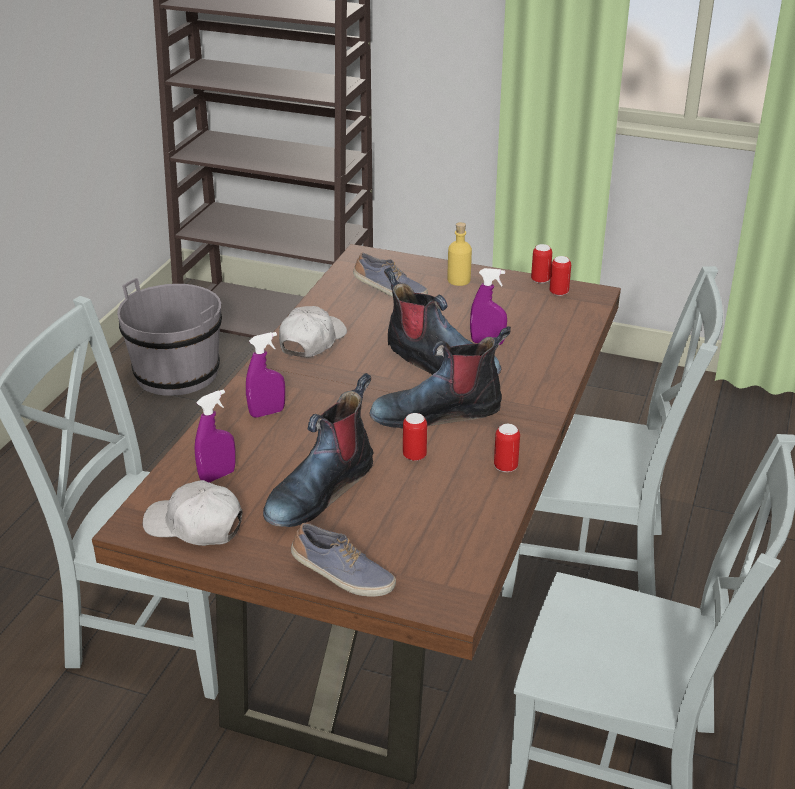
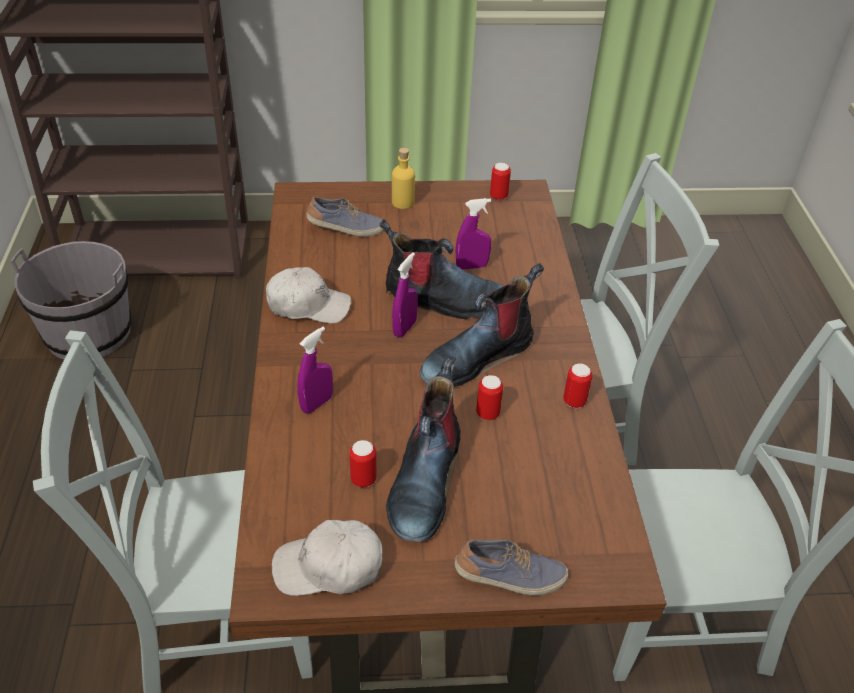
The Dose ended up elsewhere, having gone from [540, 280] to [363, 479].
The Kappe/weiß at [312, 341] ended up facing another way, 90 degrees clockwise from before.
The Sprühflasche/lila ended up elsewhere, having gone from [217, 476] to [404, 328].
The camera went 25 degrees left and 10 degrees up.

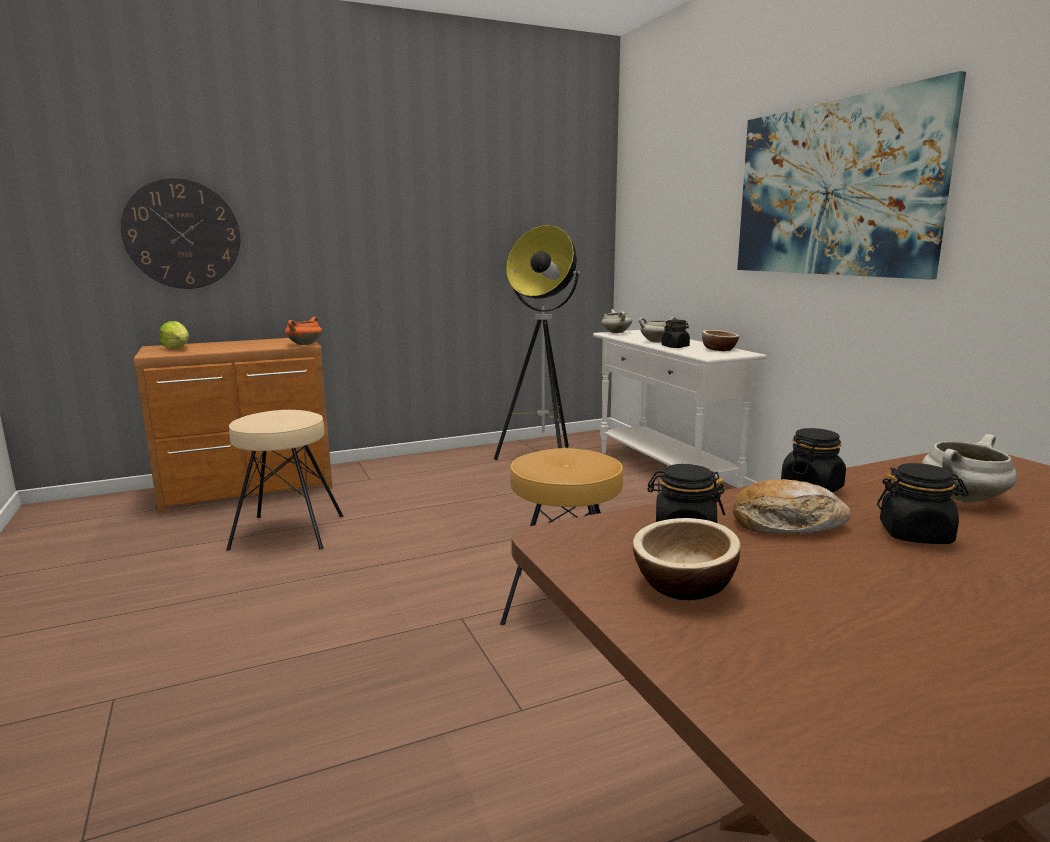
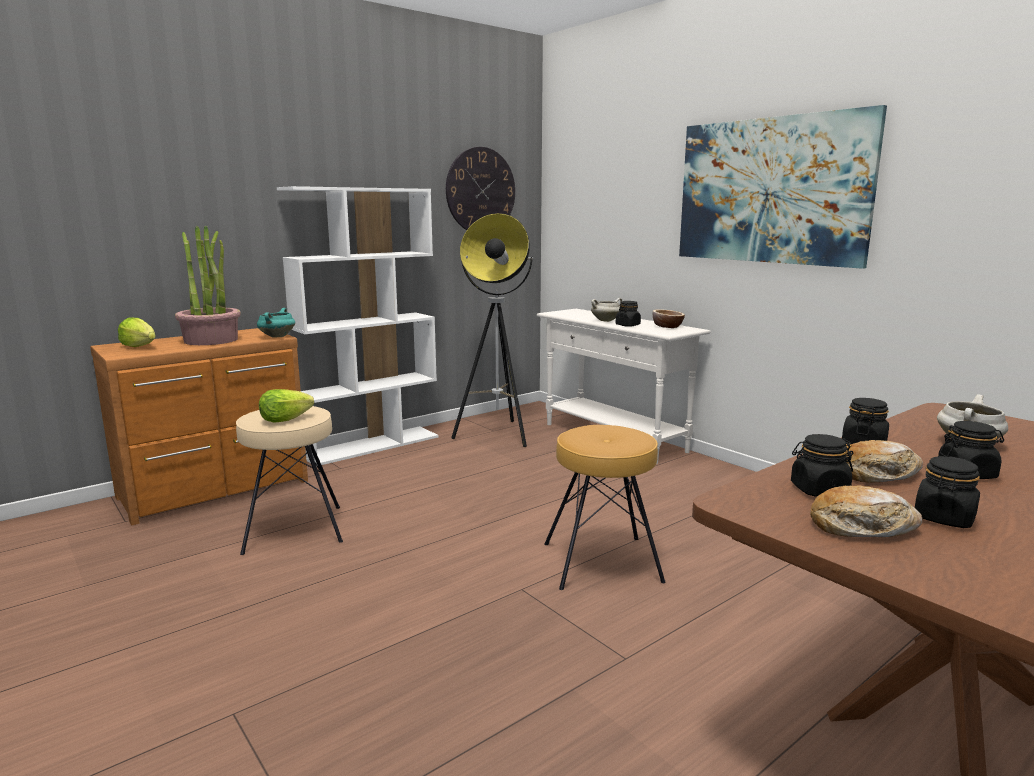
The Wanduhr ended up elsewhere, having gone from [182, 234] to [480, 191].
The second view lost the Kochtopf/weiß at [615, 333].
What was the Kochtopf/orange at [304, 344] turned into the Kochtopf/türkis at [277, 336].
Where the Schüssel stood at [684, 584], the Brot came to stand at [861, 527].
The second view gained the Bücherregal/weiß at [371, 445].
The second view gained the Topfpflanze at [211, 340].
The second view gained the Salatkopf at [284, 420].
The second view gained the Vorratsglas/schwarz at [944, 518].
The camera went 15 degrees left and 0 degrees up.

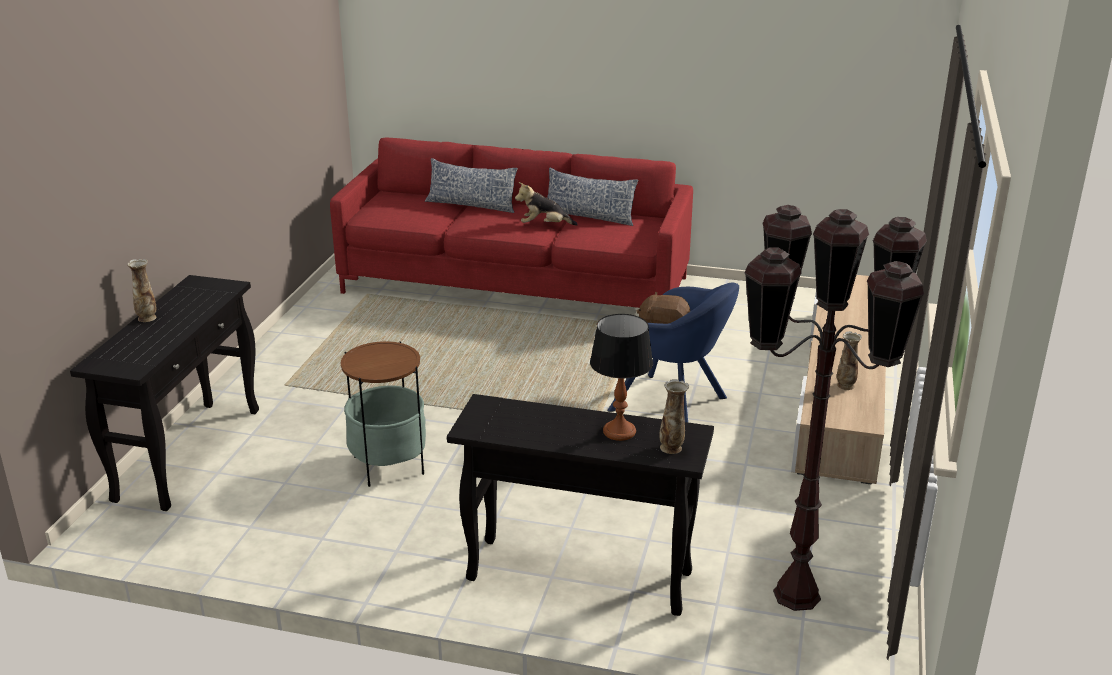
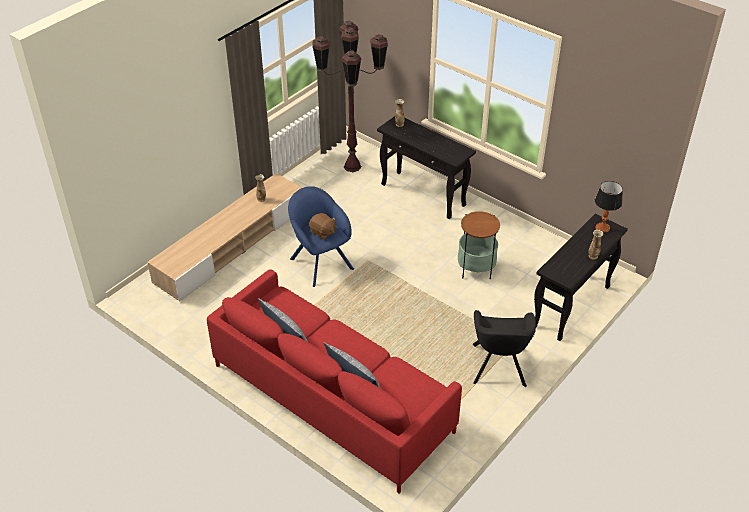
The second view lost the Plüschtier at [544, 225].
The Tischlampe ended up elsewhere, having gone from [619, 431] to [602, 228].
The second view gained the Sessel/schwarz at [498, 368].
The camera went 155 degrees left and 15 degrees up.

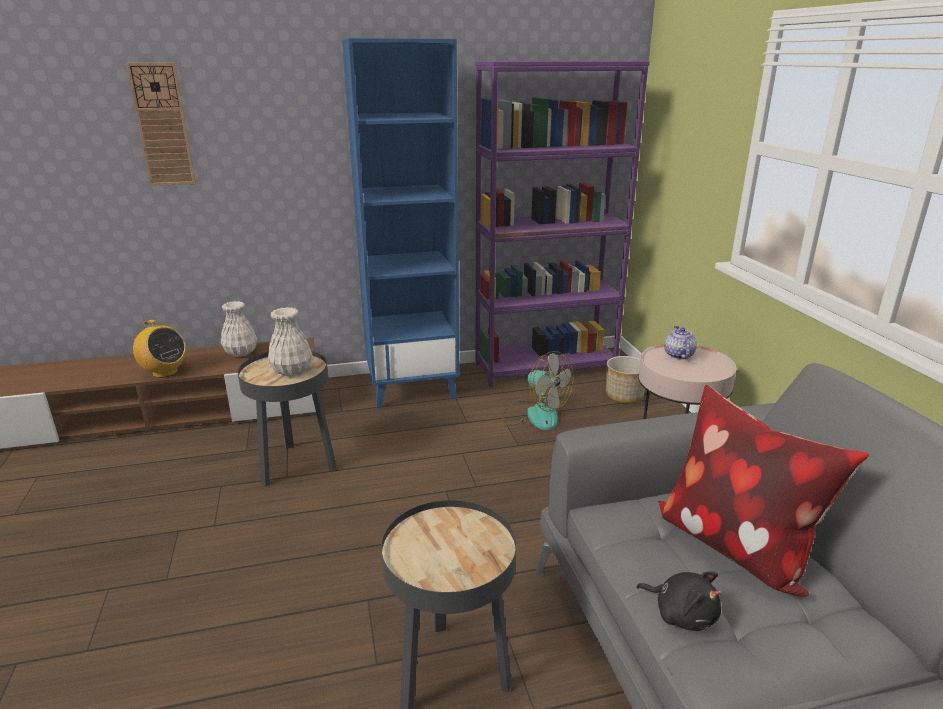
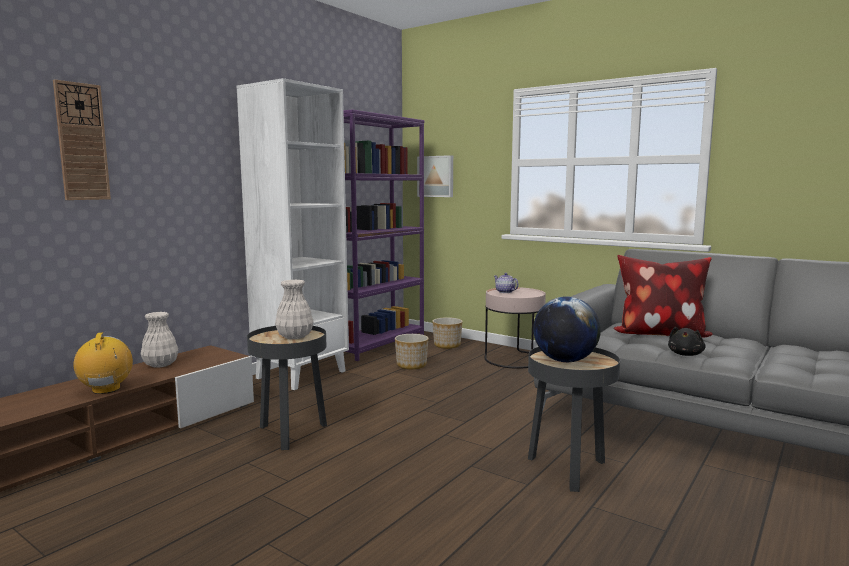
What was the Bücherregal/blau at [412, 387] turned into the Bücherregal/weiß at [301, 374].
The Radio at [164, 372] ended up facing another way, 105 degrees counterclockwise from before.
Where the Ventilator stood at [534, 414], the Pflanzkübel came to stand at [411, 365].
The Plüschtier/schwarz at [681, 614] ended up facing another way, 120 degrees clockwise from before.
The second view gained the Bild at [436, 176].
The second view gained the Globus at [565, 361].
The camera went 40 degrees left and 15 degrees down.

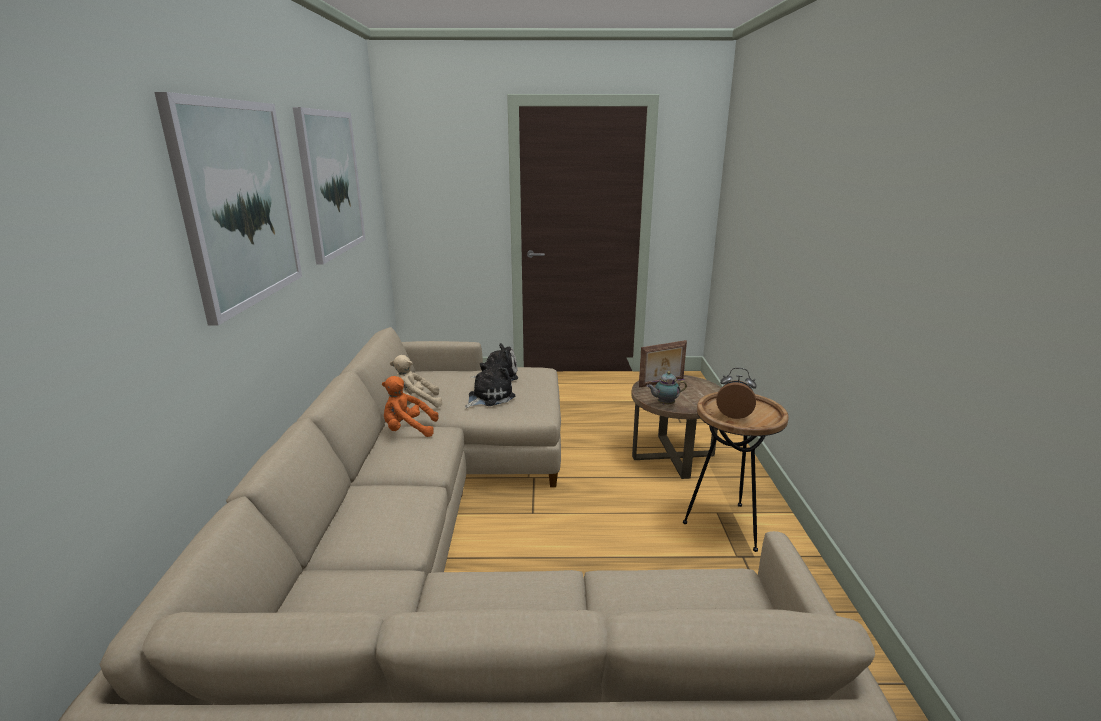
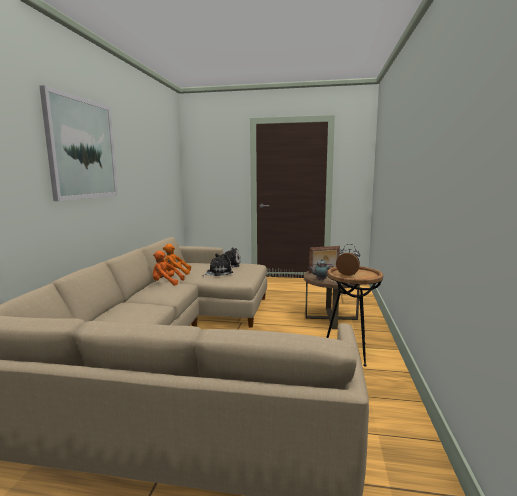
The second view lost the Bild at [331, 183].
What was the Plüschtier/beige at [415, 404] turned into the Plüschtier/orange at [175, 273].
The camera went 10 degrees right and 10 degrees down.

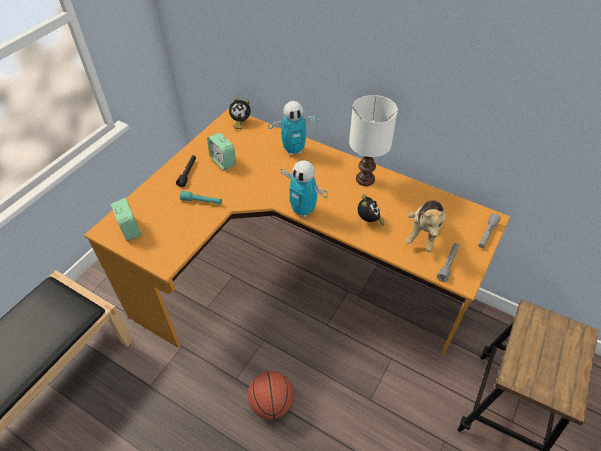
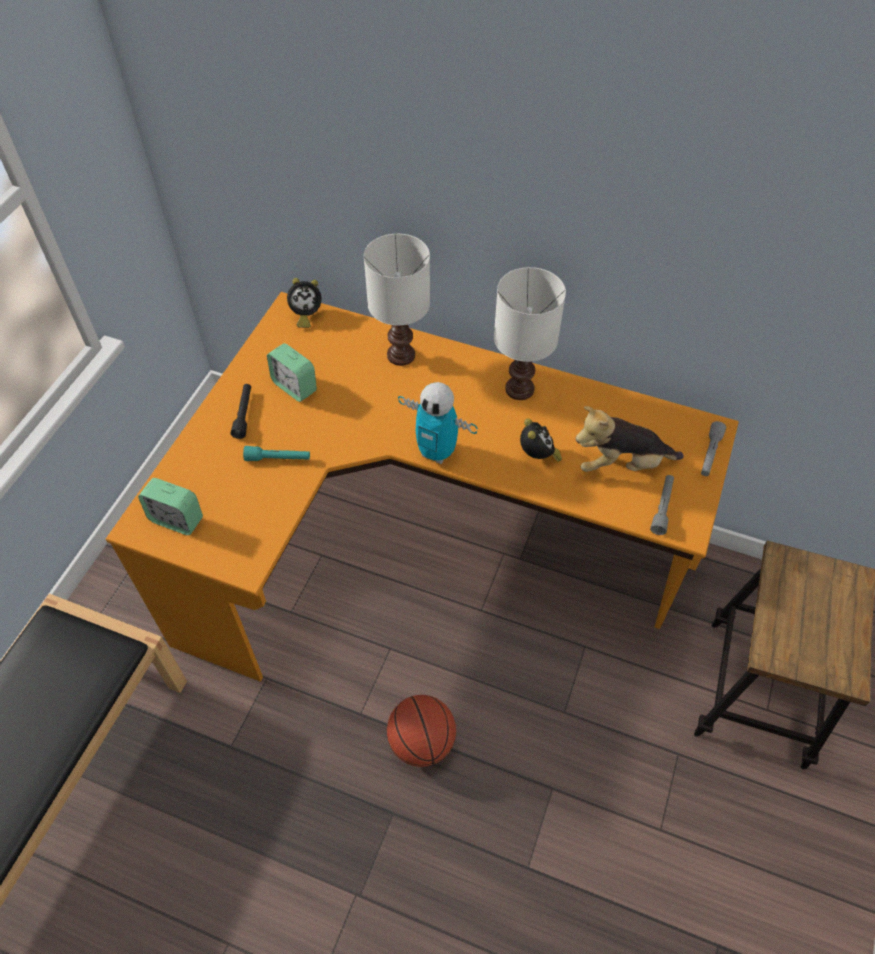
Where the Spielzeugroboter stood at [294, 150], the Tischlampe/weiß came to stand at [401, 354].
The Wecker at [130, 229] ended up facing another way, 150 degrees clockwise from before.
The Plüschtier at [424, 233] ended up facing another way, 75 degrees clockwise from before.
The camera went 10 degrees left and 5 degrees up.

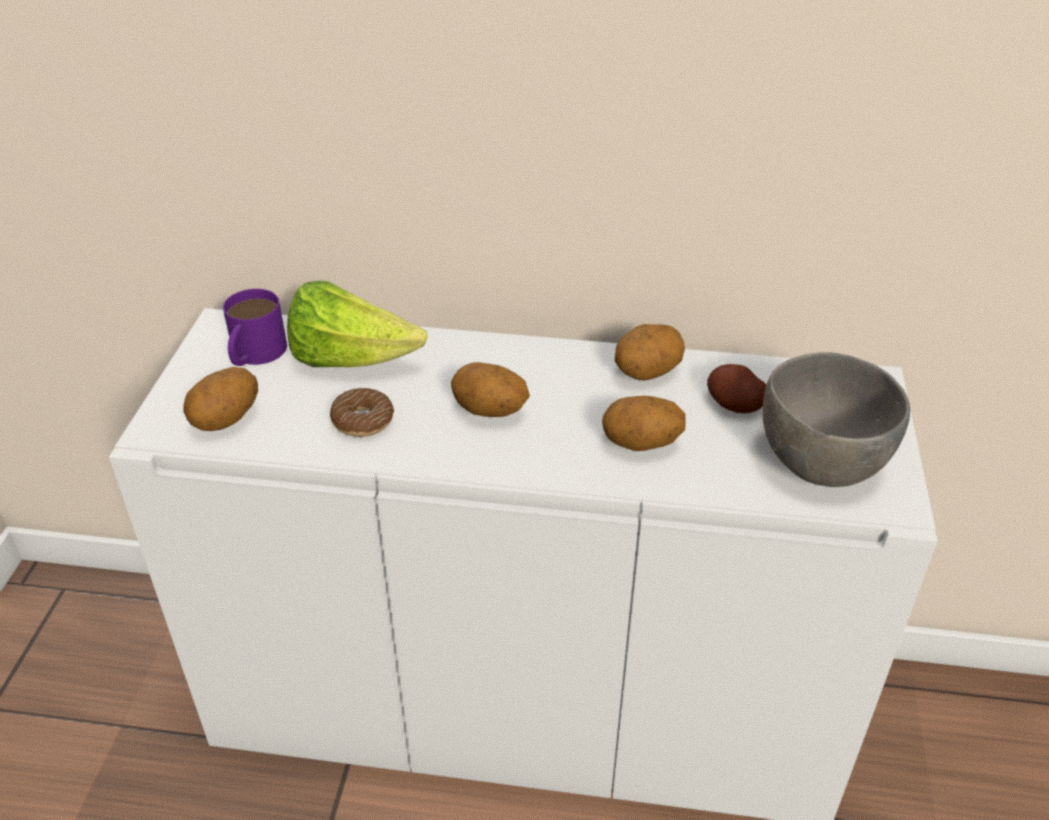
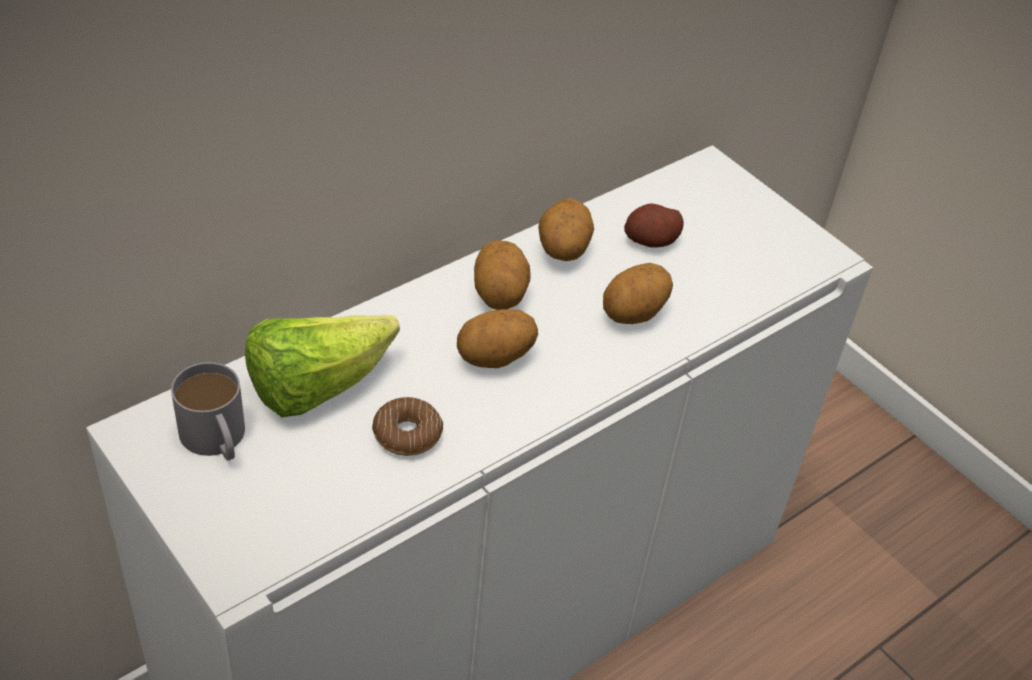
What was the Henkelbecher/lila at [254, 355] turned into the Henkelbecher/grau at [216, 440].
The second view lost the Schüssel/grau at [820, 463].
The Kartoffel ended up elsewhere, having gone from [227, 420] to [500, 295].
The camera went 50 degrees left and 5 degrees up.

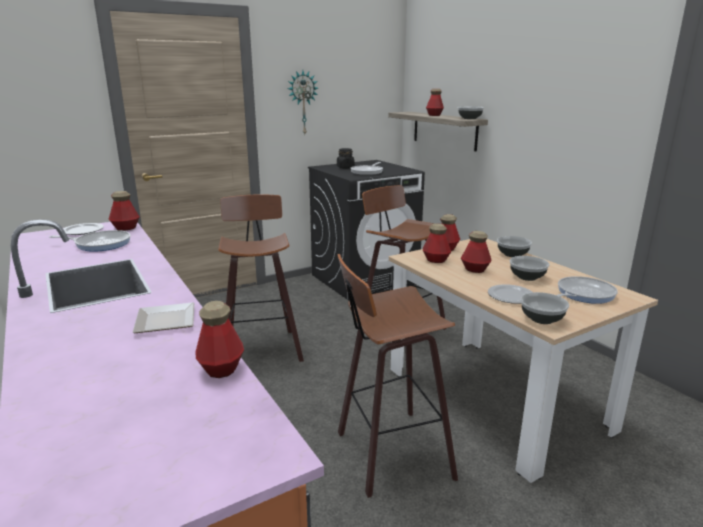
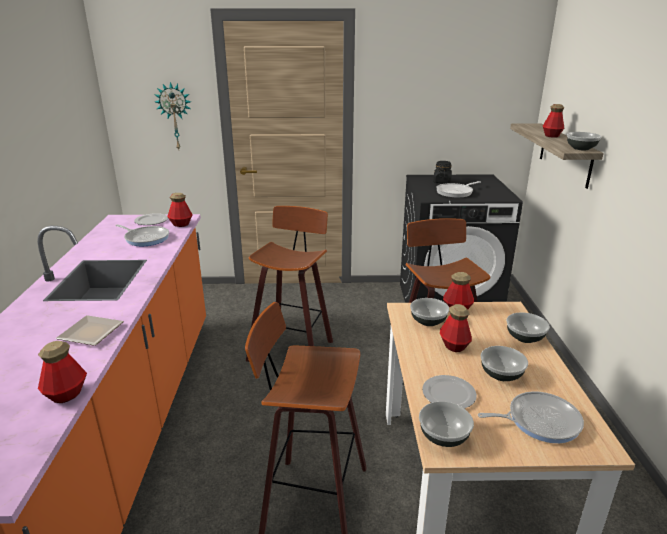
The Wanduhr ended up elsewhere, having gone from [302, 103] to [175, 116].
Where the Flasche stood at [436, 260], the Schüssel came to stand at [427, 321].
The camera went 30 degrees right and 5 degrees up.

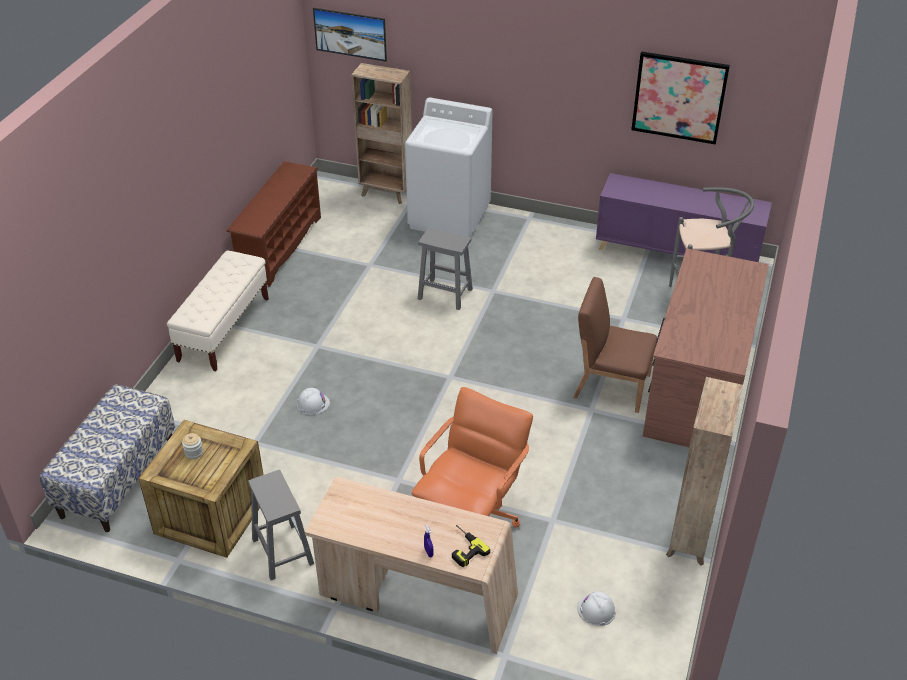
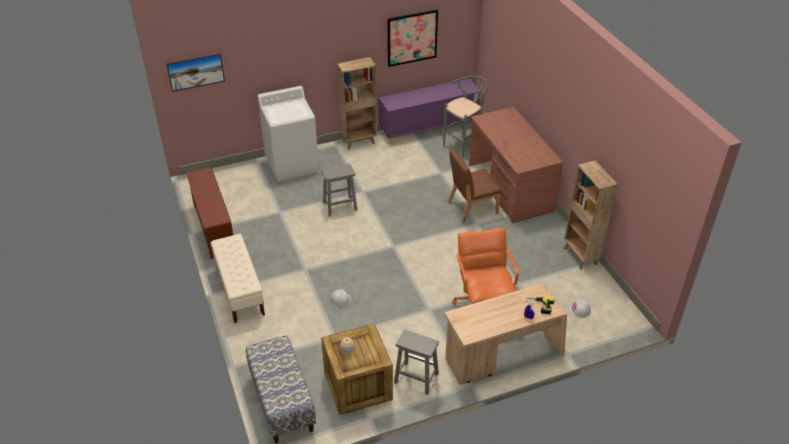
The Bücherregal/braun ended up elsewhere, having gone from [386, 193] to [359, 142].
The camera went 40 degrees left and 0 degrees up.

